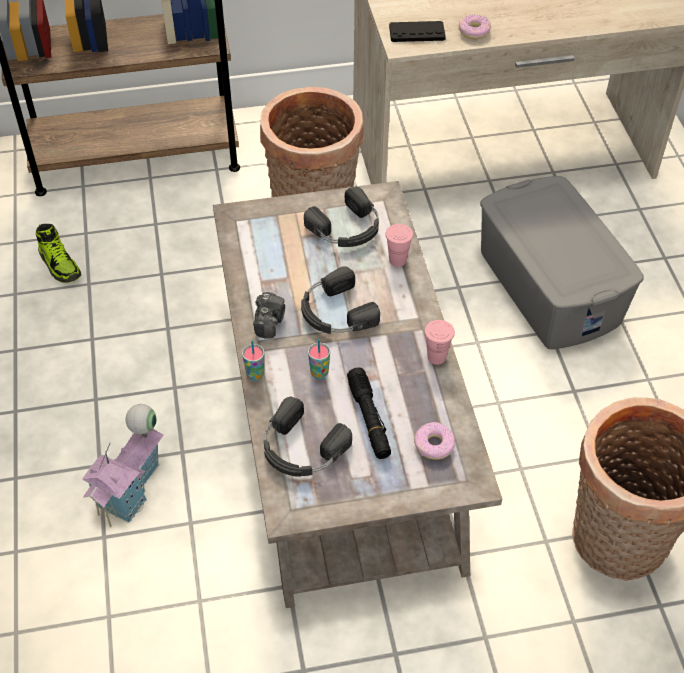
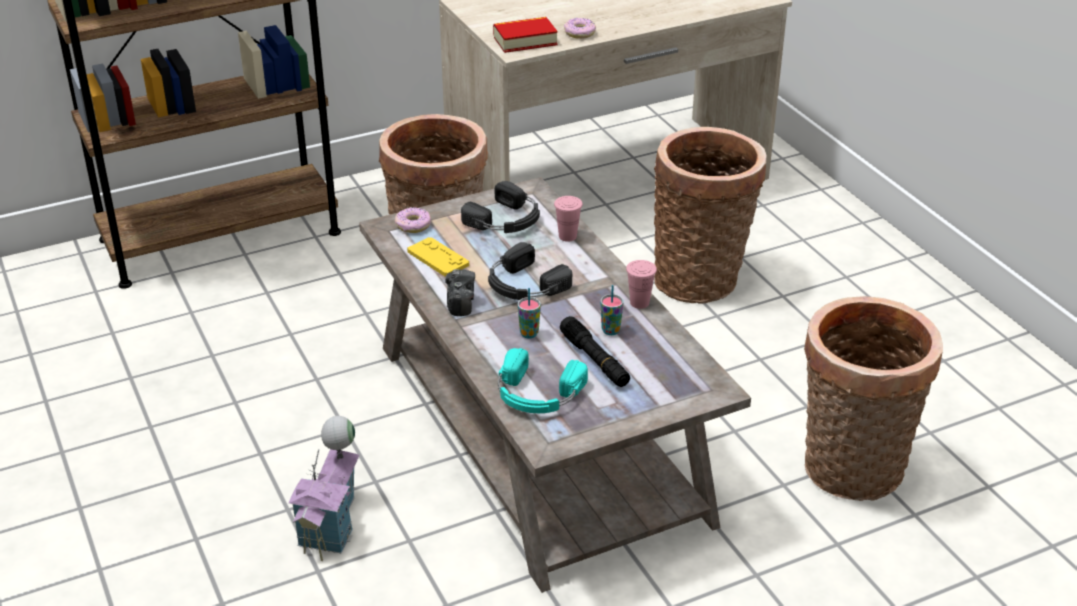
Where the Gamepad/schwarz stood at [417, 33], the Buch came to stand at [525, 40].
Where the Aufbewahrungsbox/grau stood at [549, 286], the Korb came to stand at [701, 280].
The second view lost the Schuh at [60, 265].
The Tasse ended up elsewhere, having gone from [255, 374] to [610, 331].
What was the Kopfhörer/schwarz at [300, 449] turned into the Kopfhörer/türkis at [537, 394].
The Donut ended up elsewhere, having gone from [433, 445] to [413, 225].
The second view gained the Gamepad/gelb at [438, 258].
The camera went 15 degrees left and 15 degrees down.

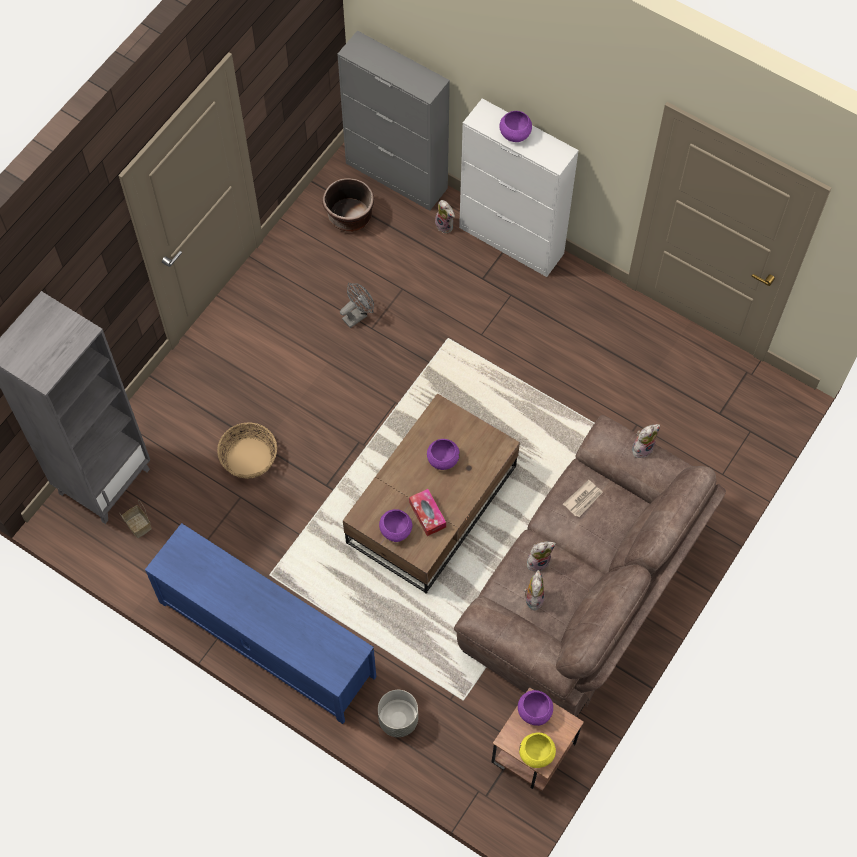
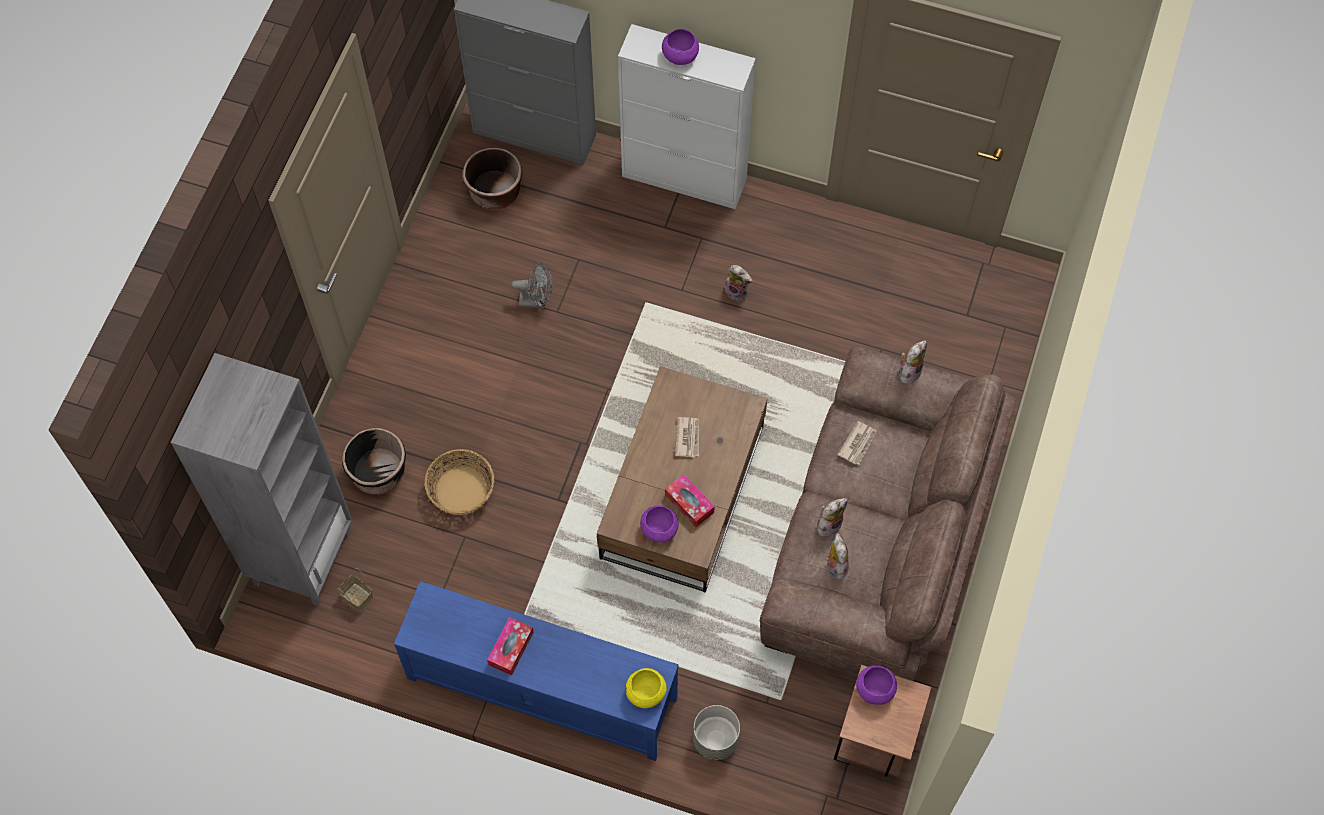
The Plüschtier ended up elsewhere, having gone from [445, 225] to [738, 291].
The Ventilator/grau at [357, 315] ended up facing another way, 60 degrees clockwise from before.
Where the Schüssel/lila stood at [442, 459], the Zeitung came to stand at [688, 437].
The Schüssel/gelb ended up elsewhere, having gone from [536, 754] to [646, 693].
The second view gained the Pflanzkübel/schwarz at [378, 472].
The second view gained the Taschentuchbox at [511, 648].
The camera went 15 degrees left and 0 degrees up.

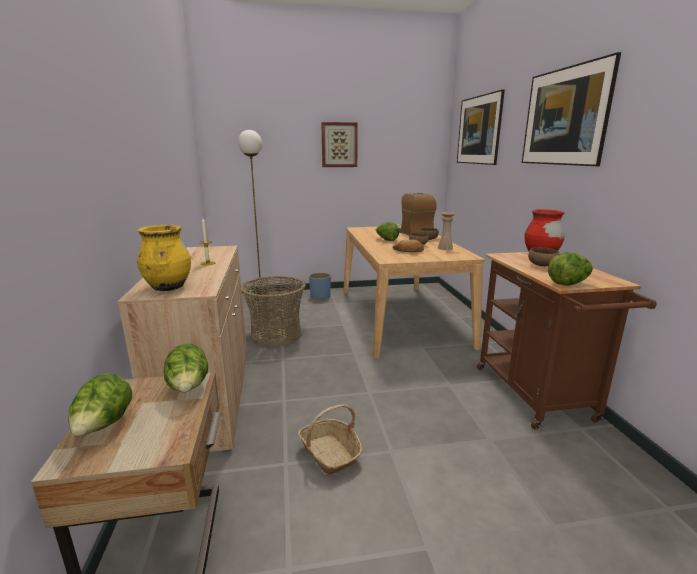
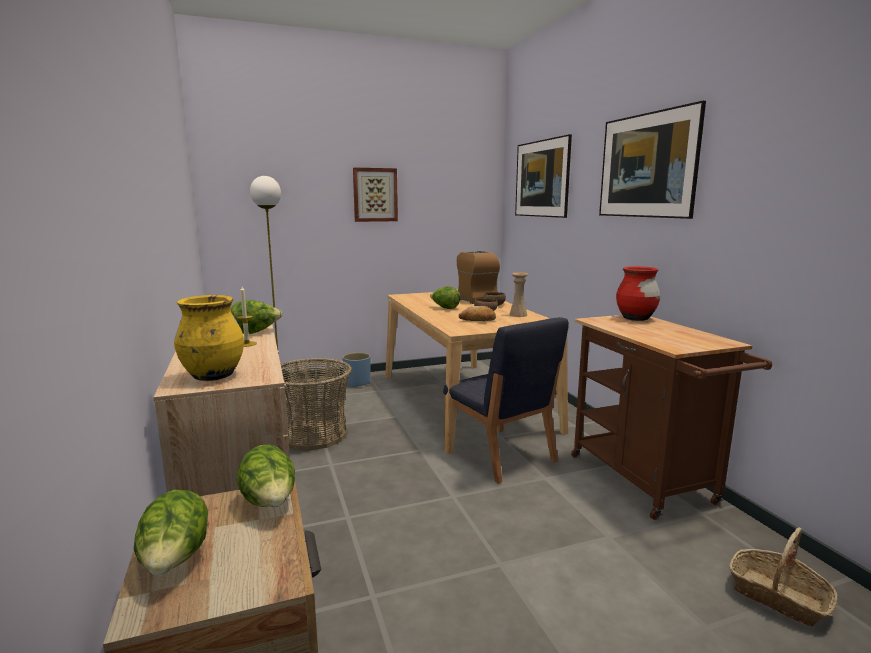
The second view lost the Schüssel/braun at [542, 265].
The Salatkopf ended up elsewhere, having gone from [568, 283] to [255, 332].
The Korb ended up elsewhere, having gone from [330, 453] to [778, 596].
The second view gained the Stuhl/blau at [500, 454].
The camera went 10 degrees left and 5 degrees down.

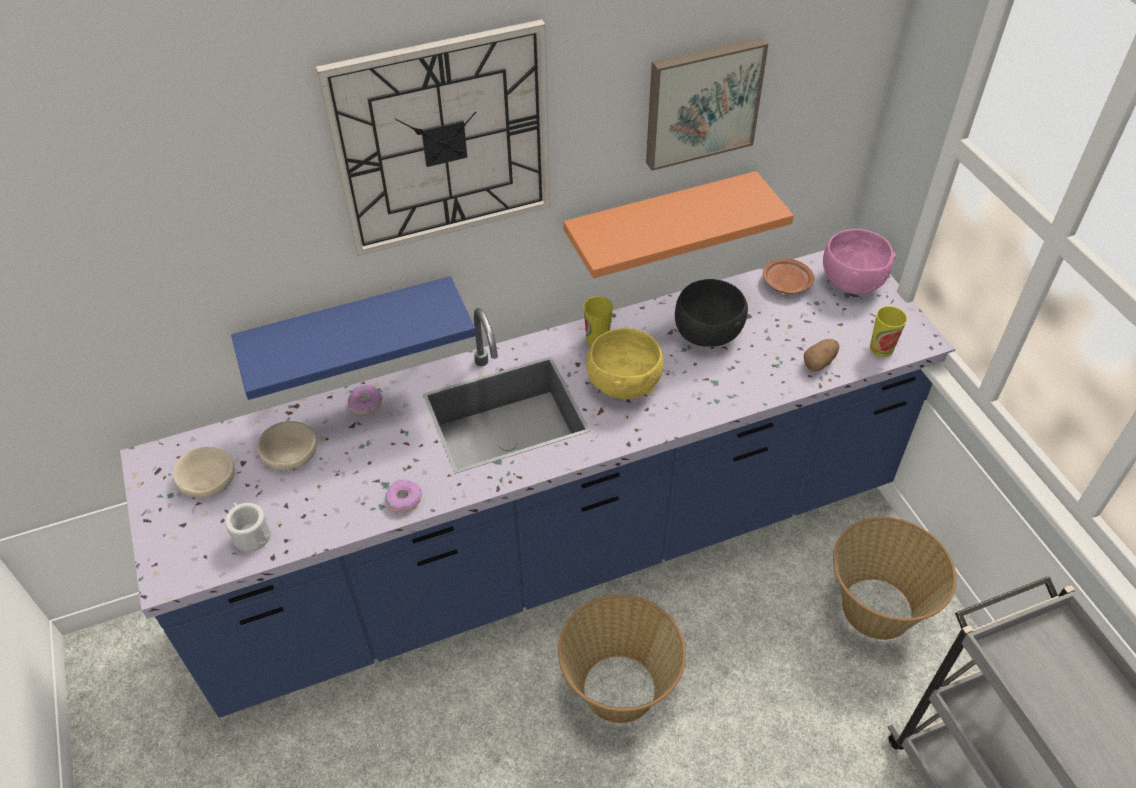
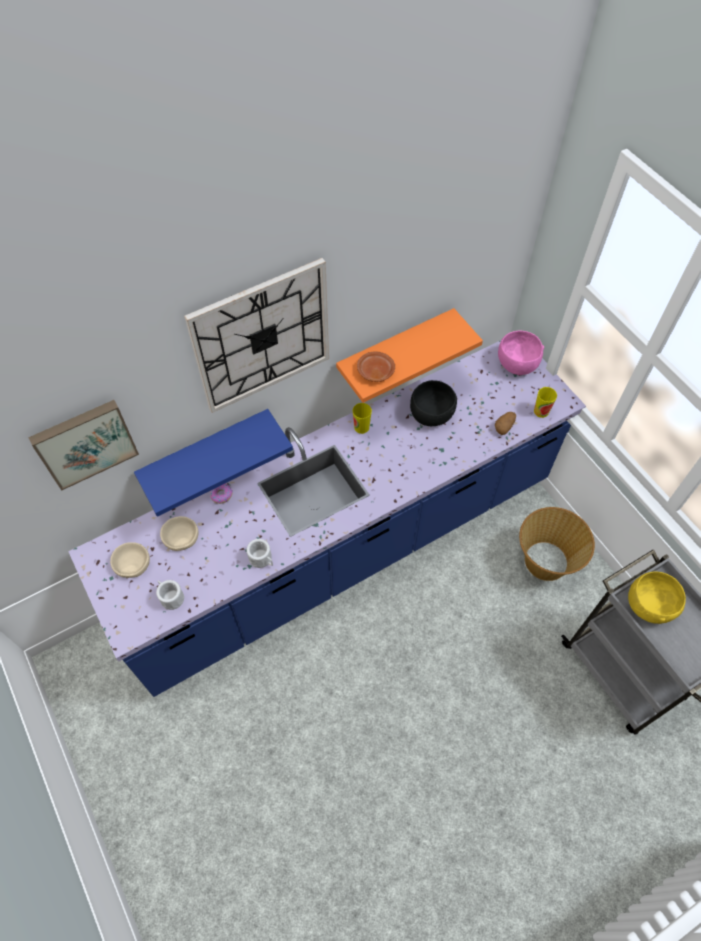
The Bild ended up elsewhere, having gone from [701, 101] to [85, 442].
The Teller/braun ended up elsewhere, having gone from [785, 283] to [375, 371].
The Schüssel/gelb ended up elsewhere, having gone from [623, 383] to [649, 605].
Where the Donut stood at [403, 499], the Henkelbecher/weiß came to stand at [262, 559].
The second view lost the Korb at [619, 690].
The camera went 10 degrees left and 10 degrees up.

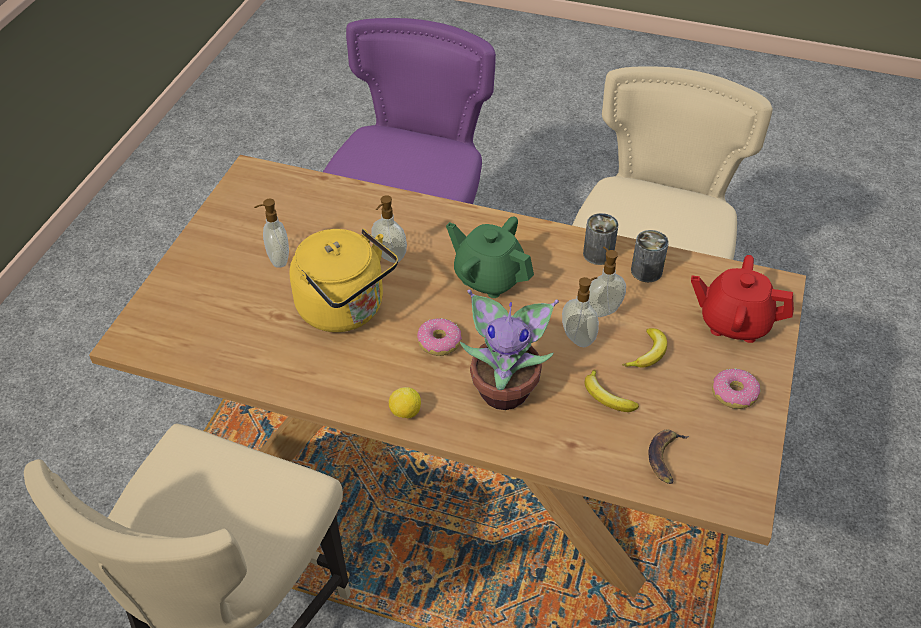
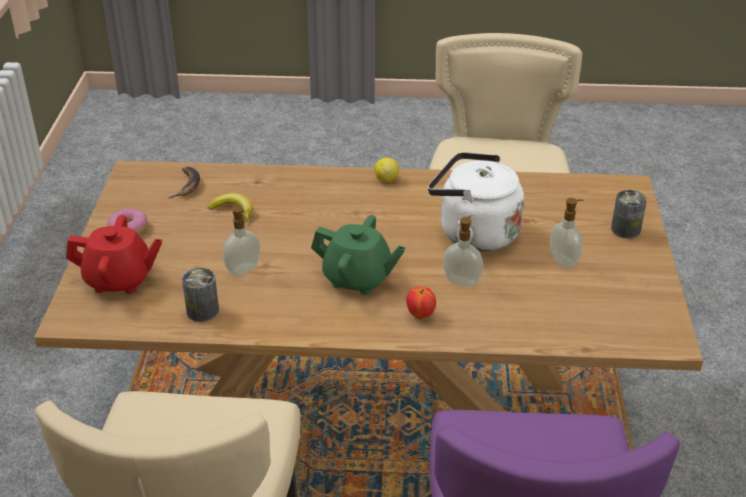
The Dose ended up elsewhere, having gone from [598, 254] to [625, 229].
What was the Wasserkessel/gelb at [345, 310] turned into the Wasserkessel/weiß at [473, 233].
The second view lost the Seifenspender at [579, 337].
The second view lost the Topfpflanze at [505, 389].
The second view lost the Donut at [439, 342].
The second view lost the Banane at [648, 354].
The second view gained the Apfel at [420, 315].
The camera went 165 degrees right and 10 degrees down.

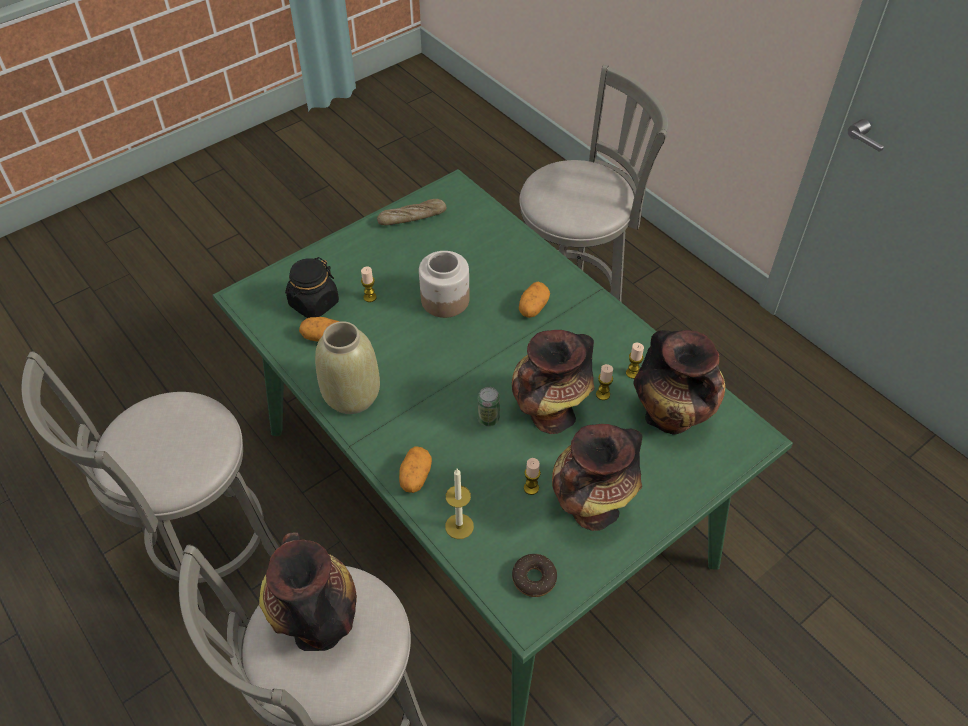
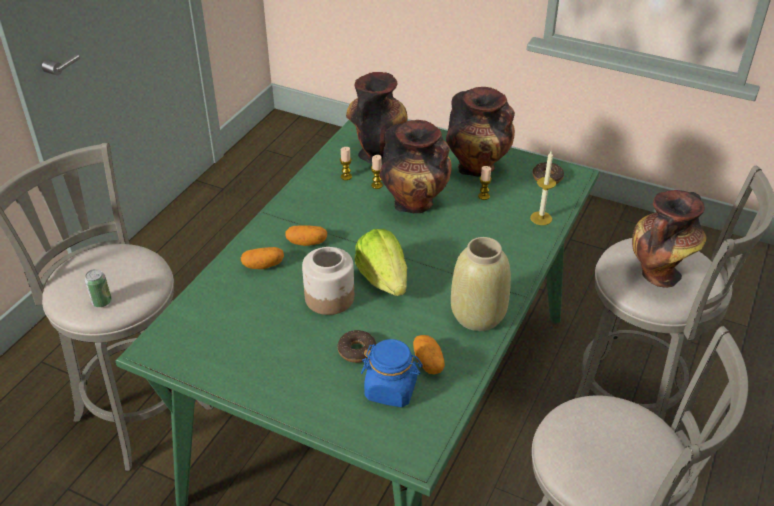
The second view lost the Brot at [412, 217].
What was the Vorratsglas/schwarz at [314, 304] turned into the Vorratsglas/blau at [391, 389].
Where the Kerze stood at [370, 297], the Donut came to stand at [357, 350].
The Dose ended up elsewhere, having gone from [488, 419] to [101, 302].
The Kartoffel ended up elsewhere, having gone from [415, 476] to [263, 265].
The second view gained the Salatkopf at [383, 279].
The camera went 115 degrees left and 10 degrees down.

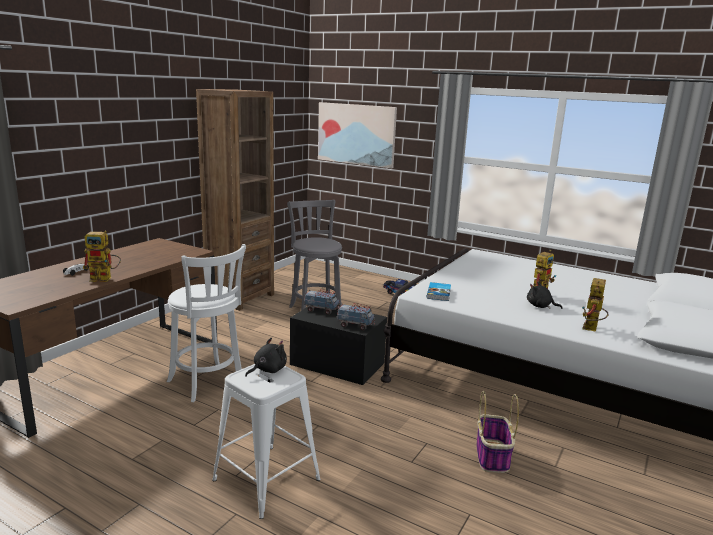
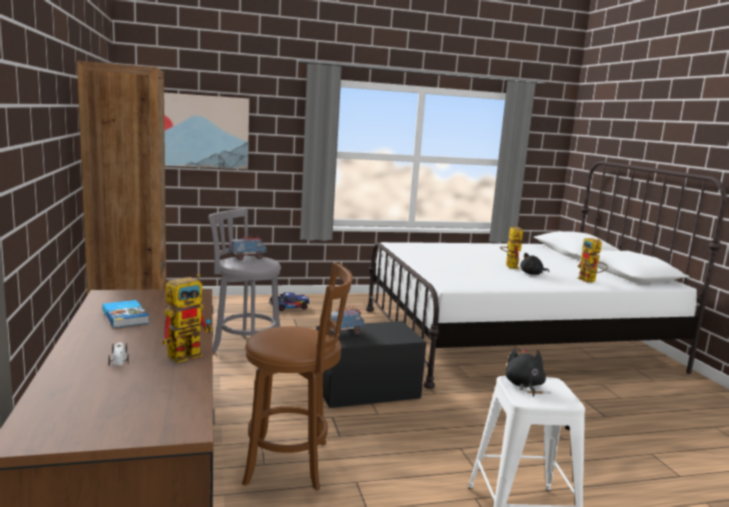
What was the Hocker/weiß at [208, 383] turned into the Hocker/braun at [292, 463].
The Buch ended up elsewhere, having gone from [439, 293] to [126, 316].
The Spielzeuglaster ended up elsewhere, having gone from [355, 325] to [247, 257].
The second view lost the Korb at [492, 457].
The camera went 45 degrees left and 5 degrees down.

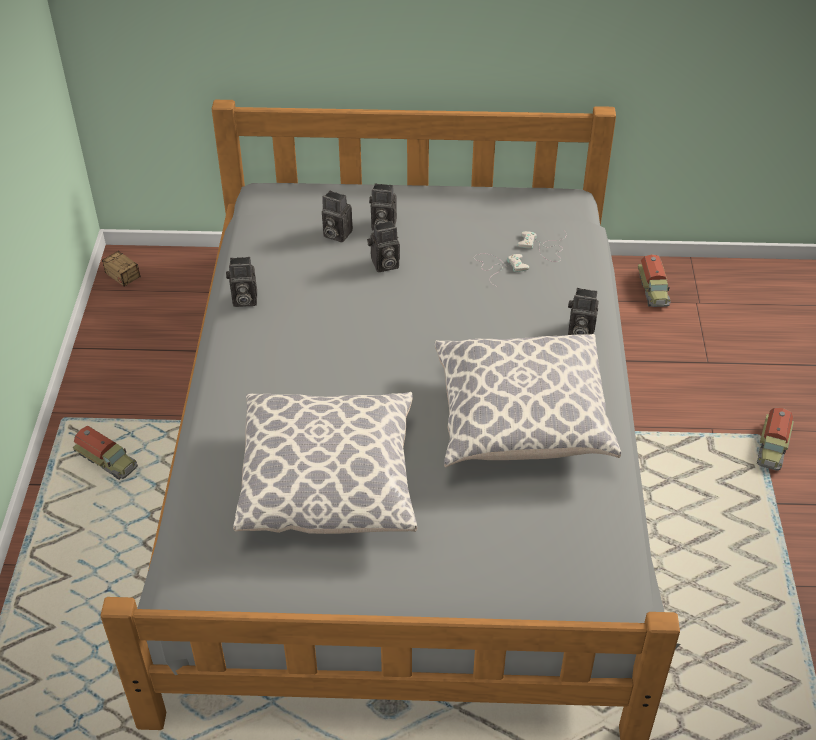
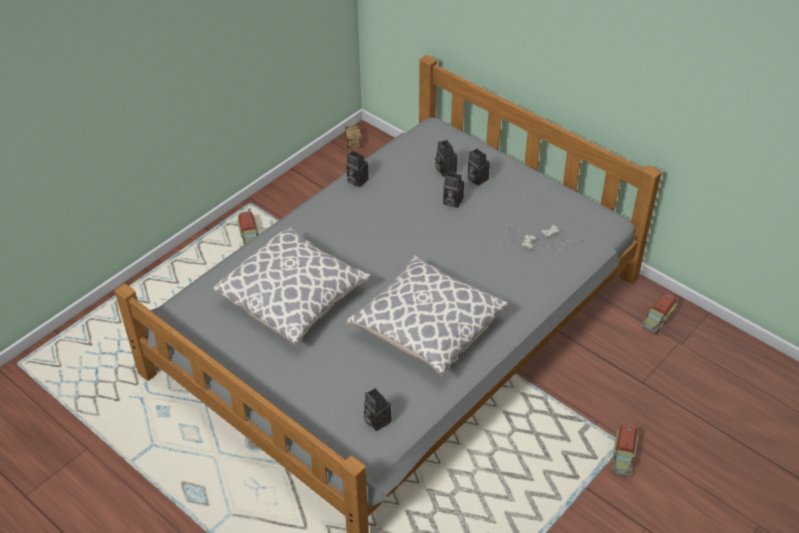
The Kamera ended up elsewhere, having gone from [579, 332] to [376, 420].
The Spielzeuglaster at [772, 448] ended up facing another way, 45 degrees counterclockwise from before.
The camera went 40 degrees right and 0 degrees up.

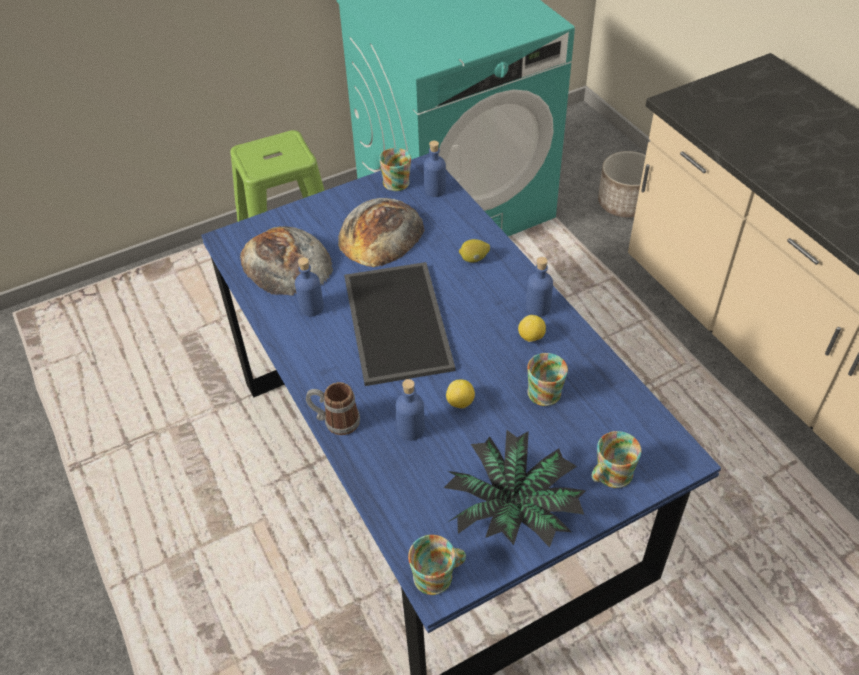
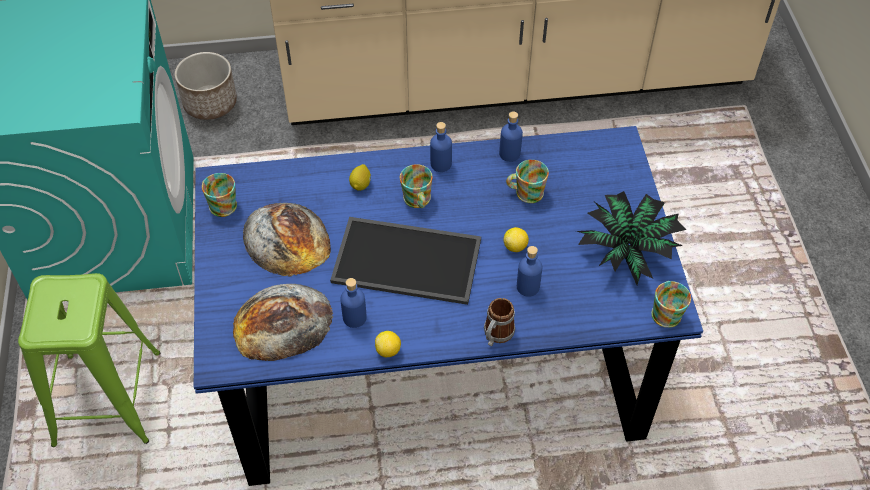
The Flasche/blau ended up elsewhere, having gone from [435, 190] to [509, 154].
The Zitrone ended up elsewhere, having gone from [531, 337] to [388, 351].
The Henkelbecher ended up elsewhere, having gone from [609, 475] to [417, 201].
The camera went 70 degrees left and 5 degrees up.

